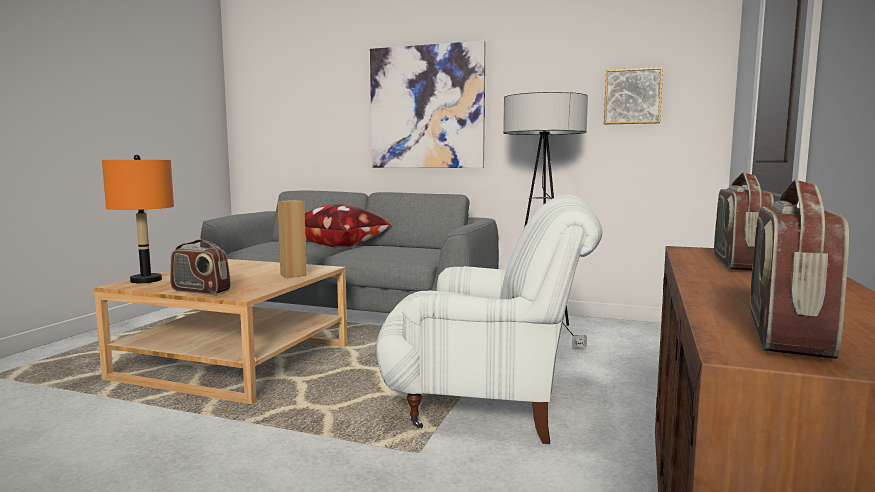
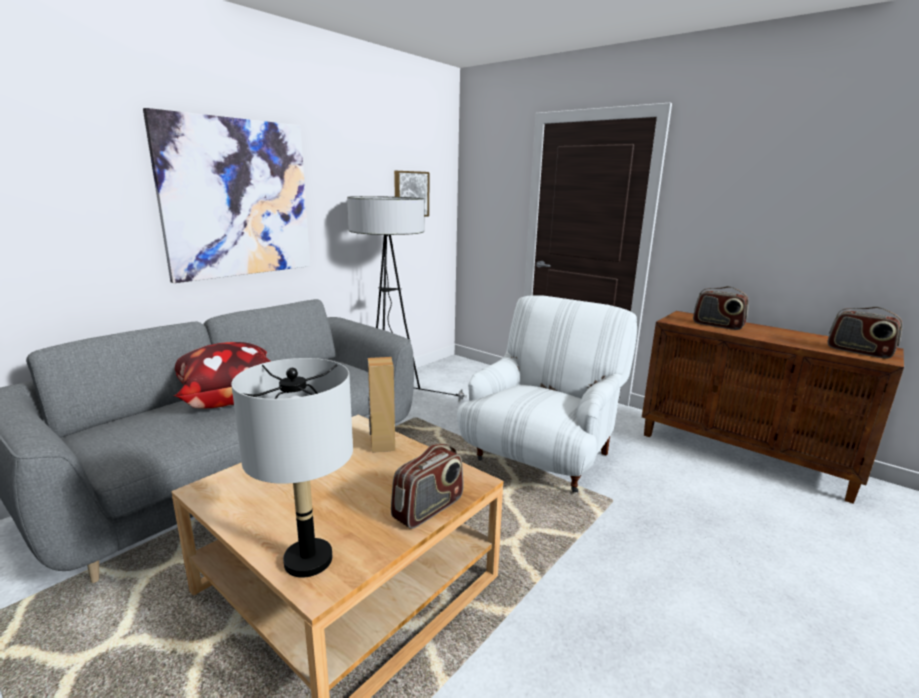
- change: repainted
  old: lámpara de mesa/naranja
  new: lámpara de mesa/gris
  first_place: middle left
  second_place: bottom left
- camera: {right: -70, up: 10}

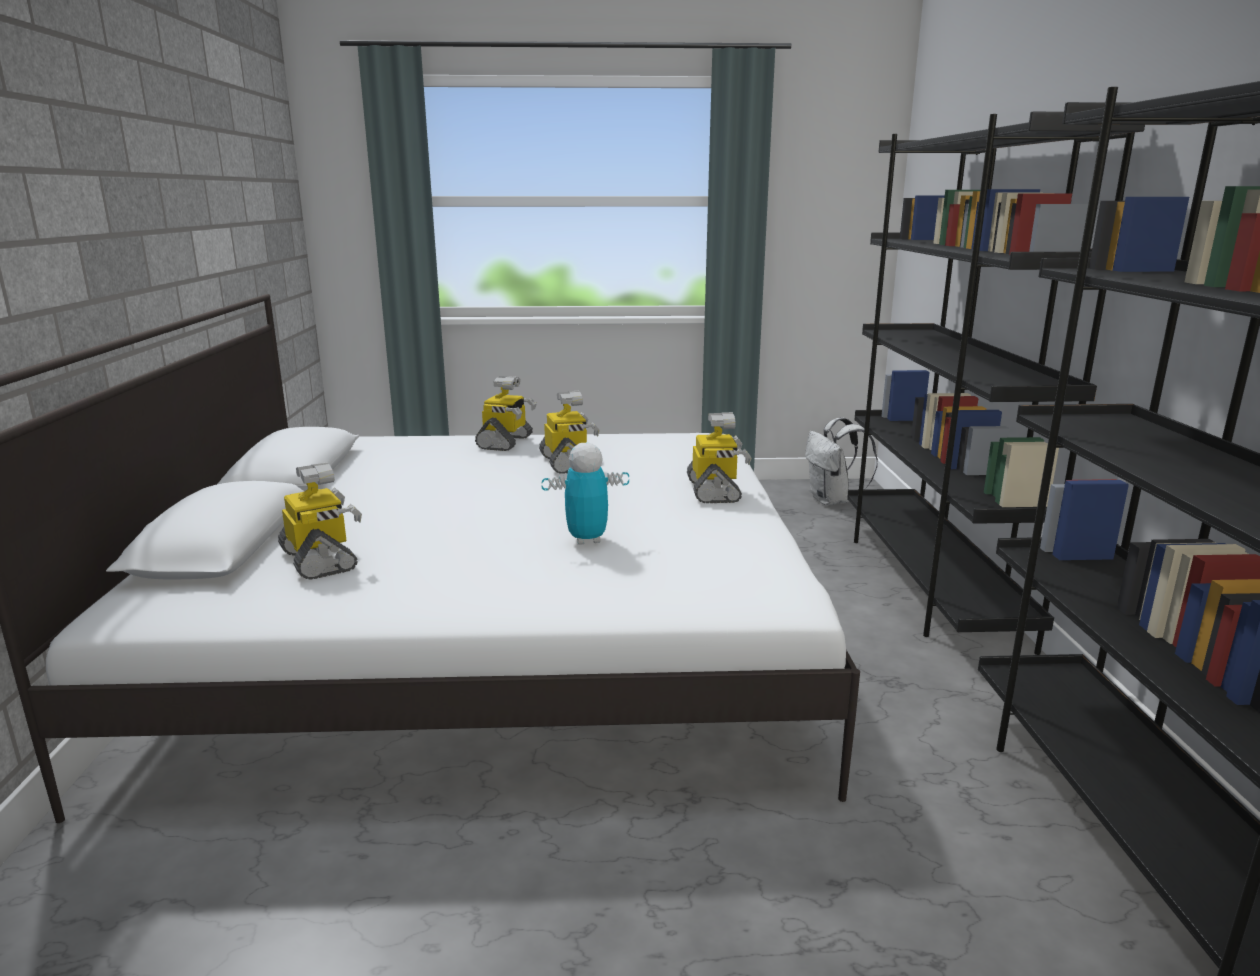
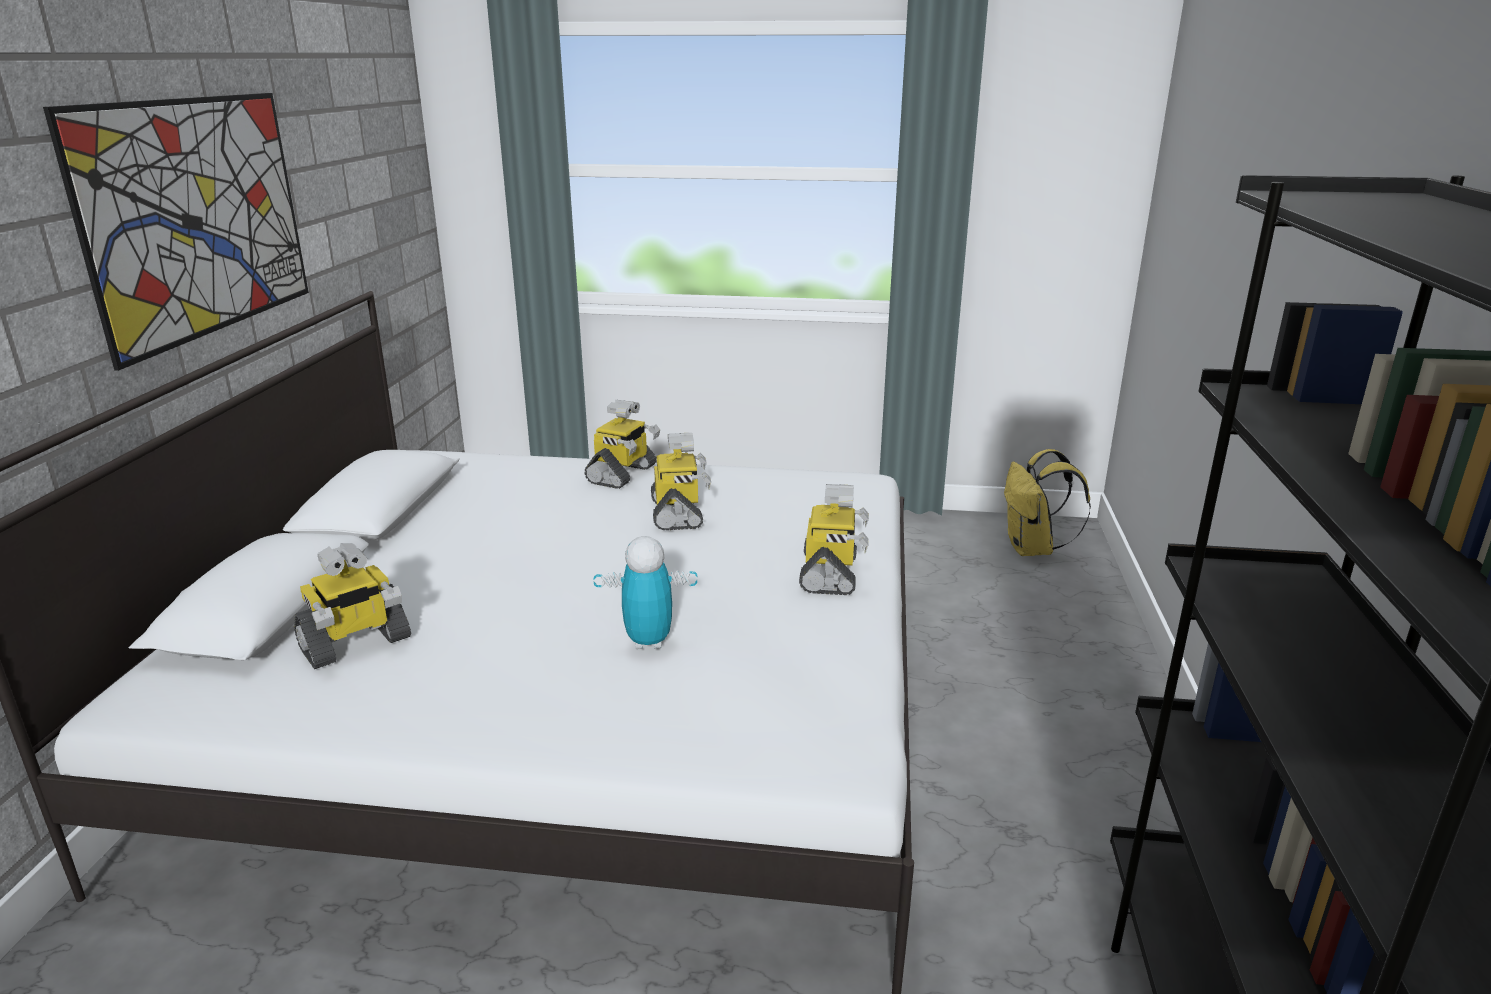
- change: gone
  old: estantería/negro (no. 1 from left)
  first_place: middle right
- change: repainted
  old: mochila/blanco
  new: mochila/amarillo
  first_place: middle right
  second_place: middle right
- change: rotated
  old: robot de juguete (no. 1 from left)
  first_place: middle left
  second_place: middle left
  degrees: 75
- change: new
  new: cuadro
  second_place: top left
- camera: {right: 10, up: 5}

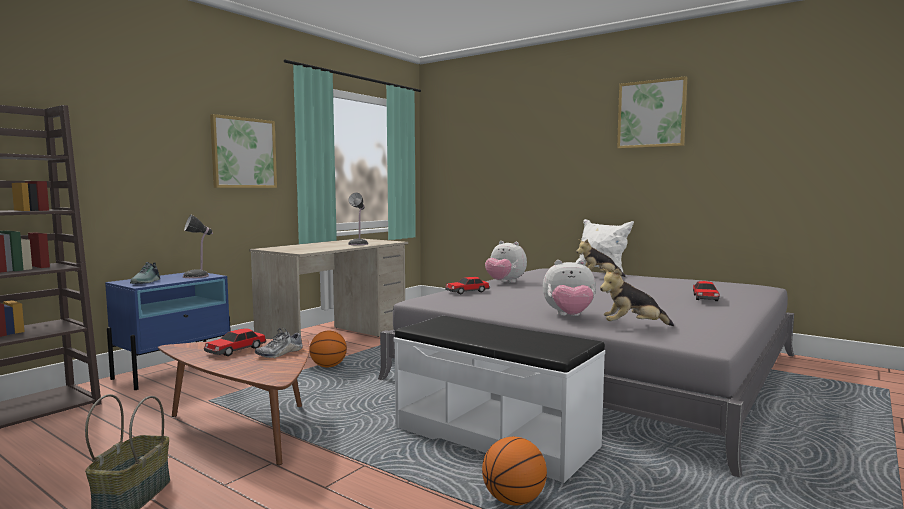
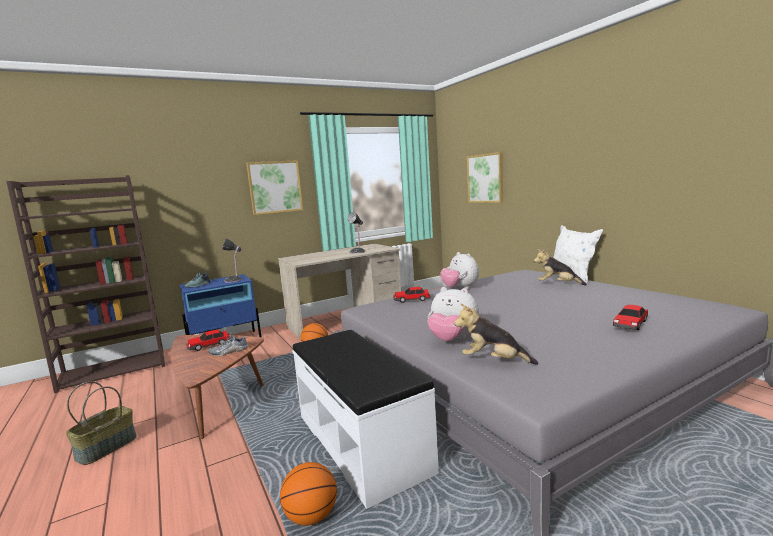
- change: shifted
  old: cuadro (no. 2 from left)
  first_place: top right
  second_place: top centre
- camera: {right: 25, up: 5}

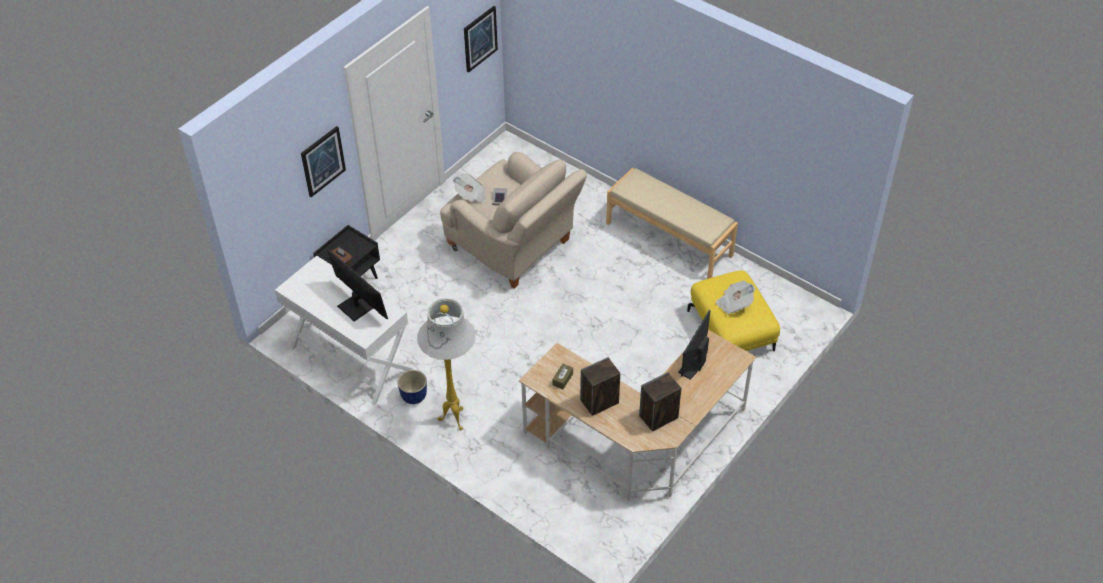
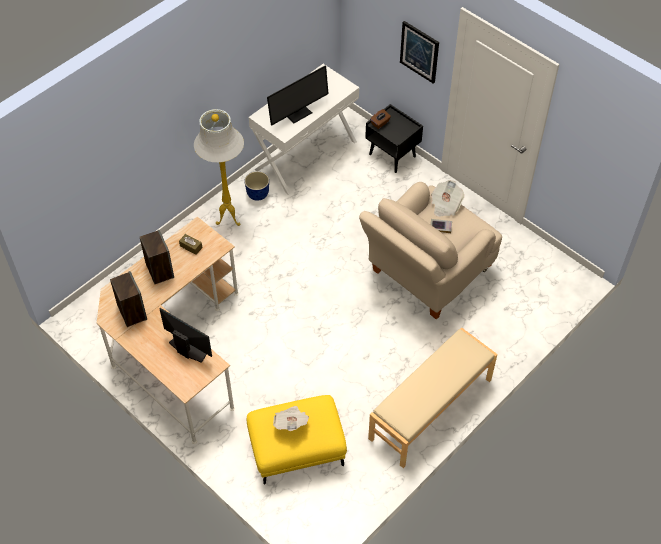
- change: gone
  old: cuadro (no. 2 from left)
  first_place: top centre
- camera: {right: 95, up: 5}

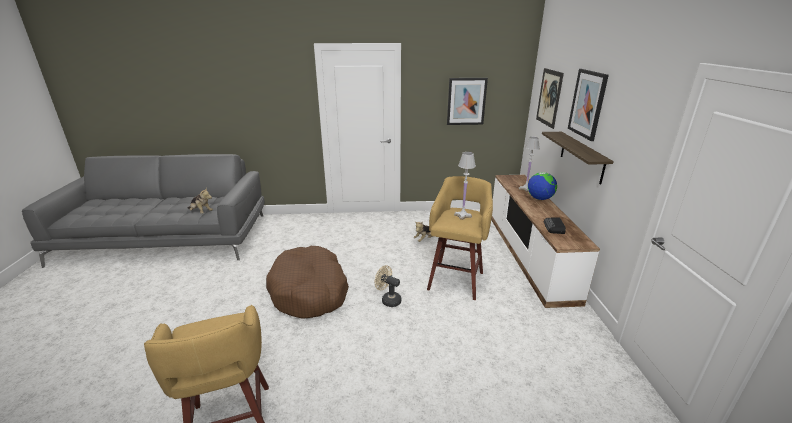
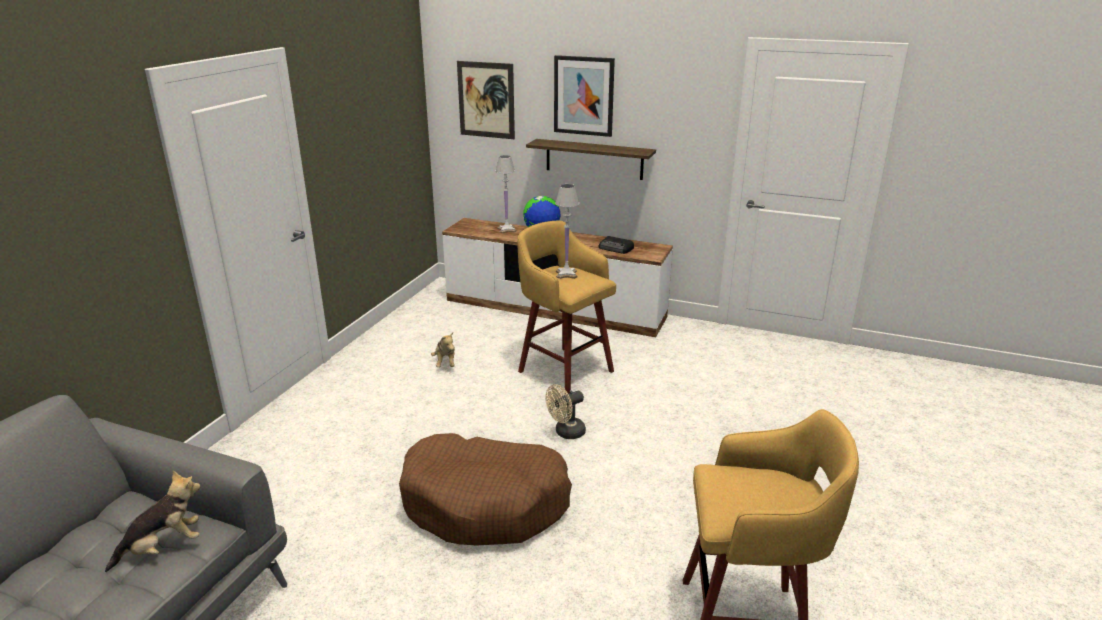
- change: gone
  old: cuadro (no. 1 from left)
  first_place: top centre
- camera: {right: -65, up: 0}

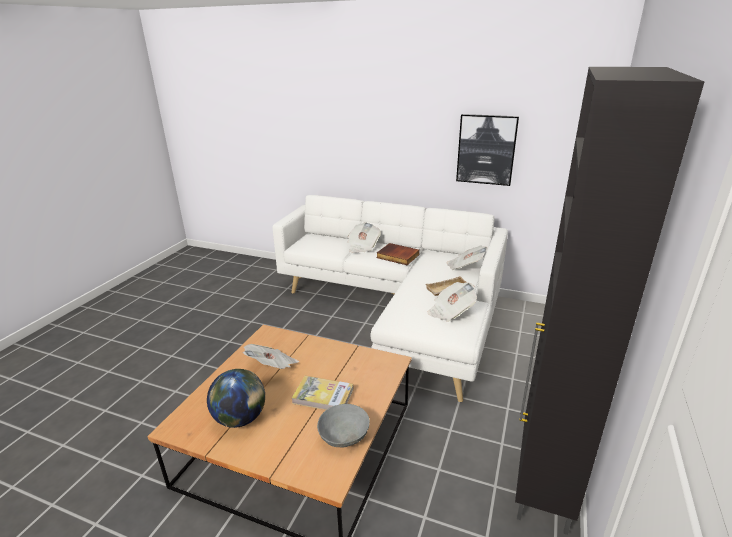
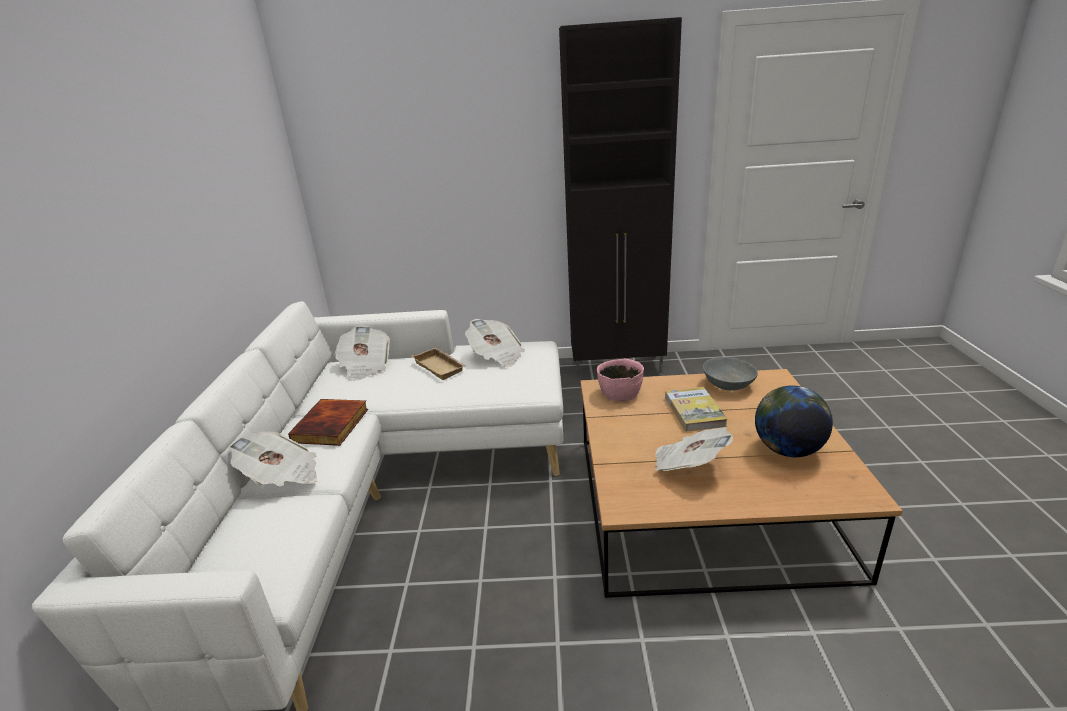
- change: gone
  old: cuadro
  first_place: top centre
- change: new
  new: cuenco/rosa
  second_place: centre
- camera: {right: -110, up: 0}

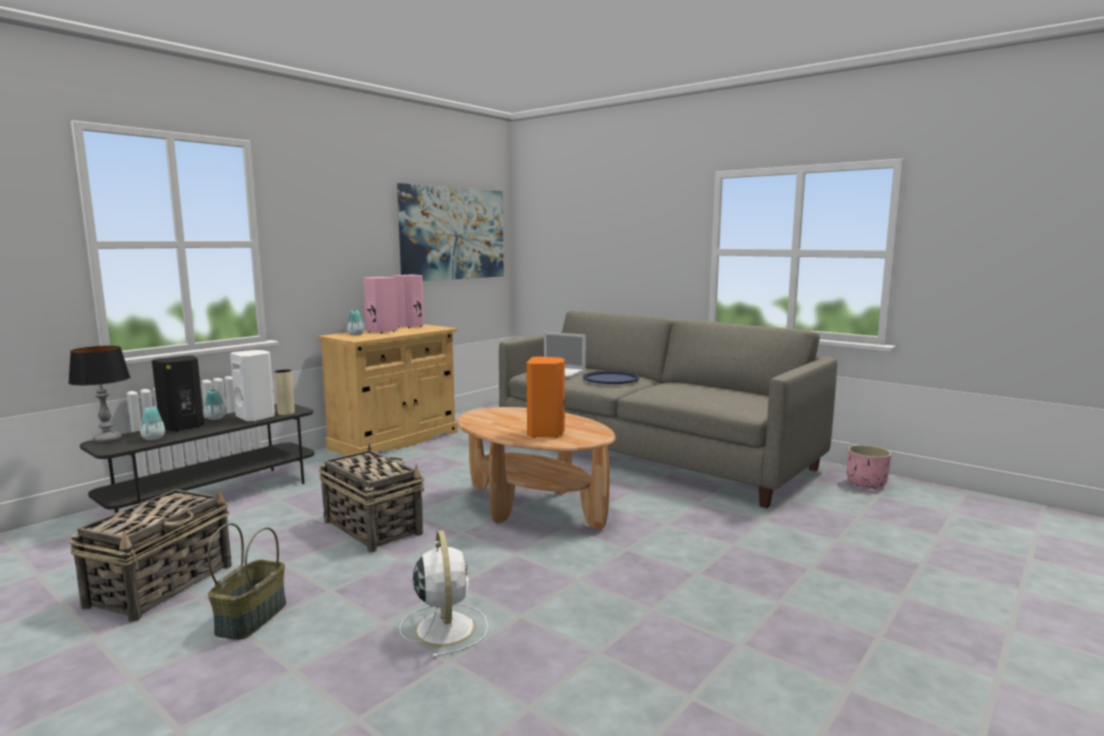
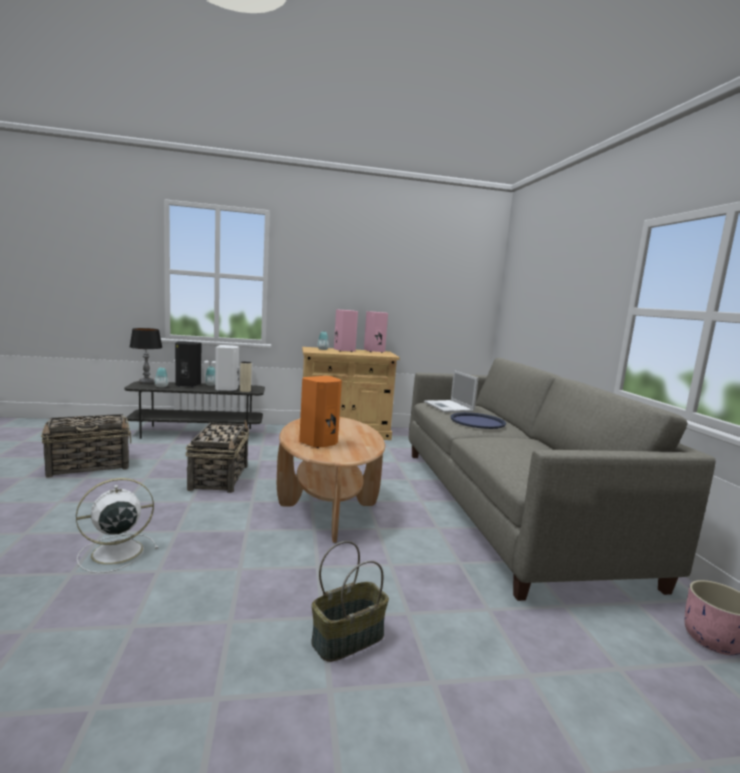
- change: gone
  old: cuadro
  first_place: top centre
- change: shifted
  old: cesta (no. 2 from left in the first image)
  new: cesta (no. 3 from left)
  first_place: bottom left
  second_place: bottom centre
- change: rotated
  old: ventilador/blanco
  first_place: bottom centre
  second_place: bottom left
  degrees: -150
- camera: {right: 40, up: 0}

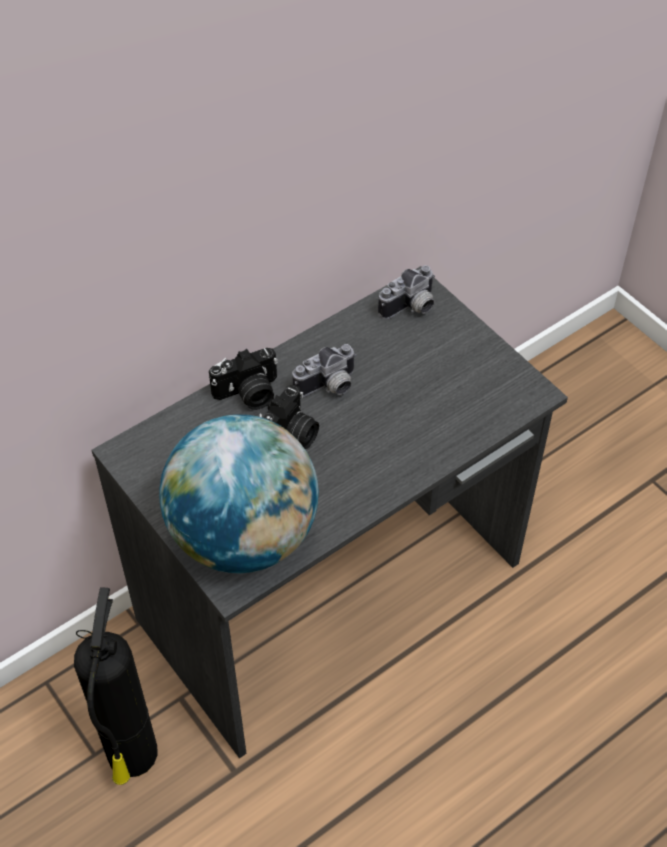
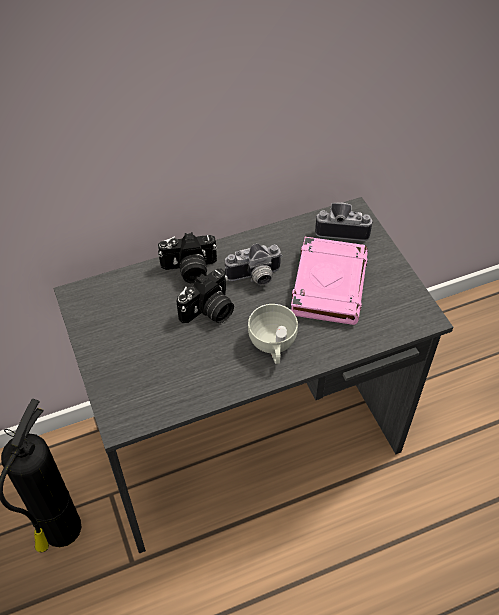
- change: rotated
  old: cámara (no. 4 from left)
  first_place: centre
  second_place: middle right
  degrees: -150
- change: gone
  old: globo terráqueo
  first_place: centre
- change: new
  new: libro/rosa
  second_place: centre
- change: new
  new: taza/blanco
  second_place: centre
- camera: {right: 15, up: 0}

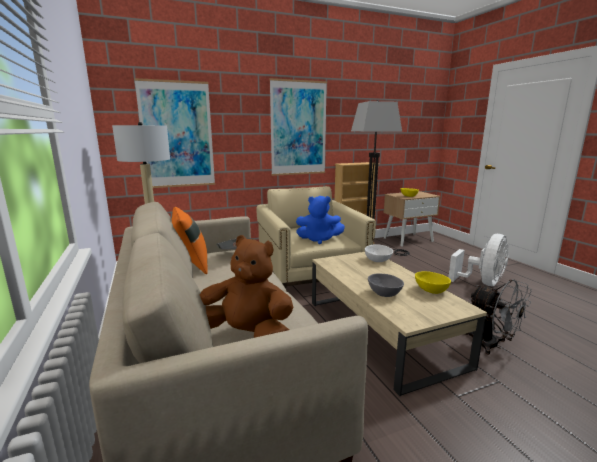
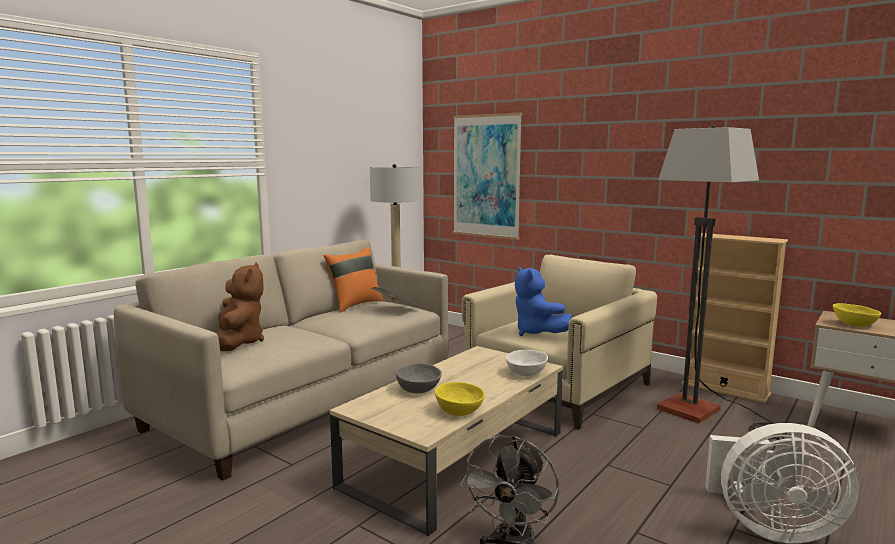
- change: gone
  old: cuadro (no. 2 from left)
  first_place: top centre
- camera: {right: 60, up: -5}

